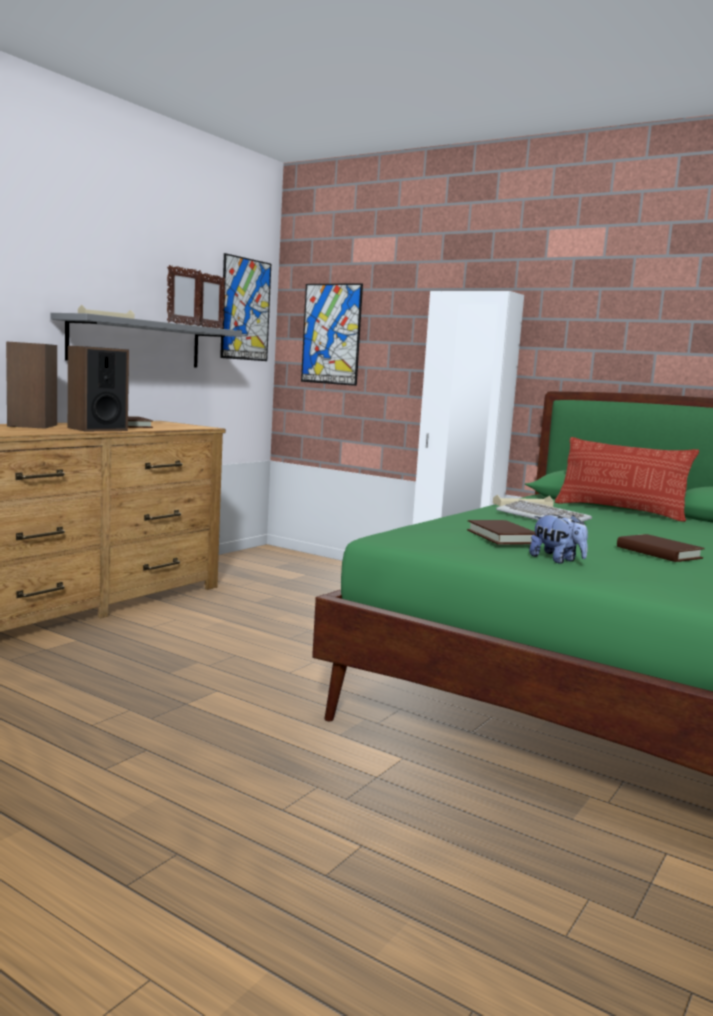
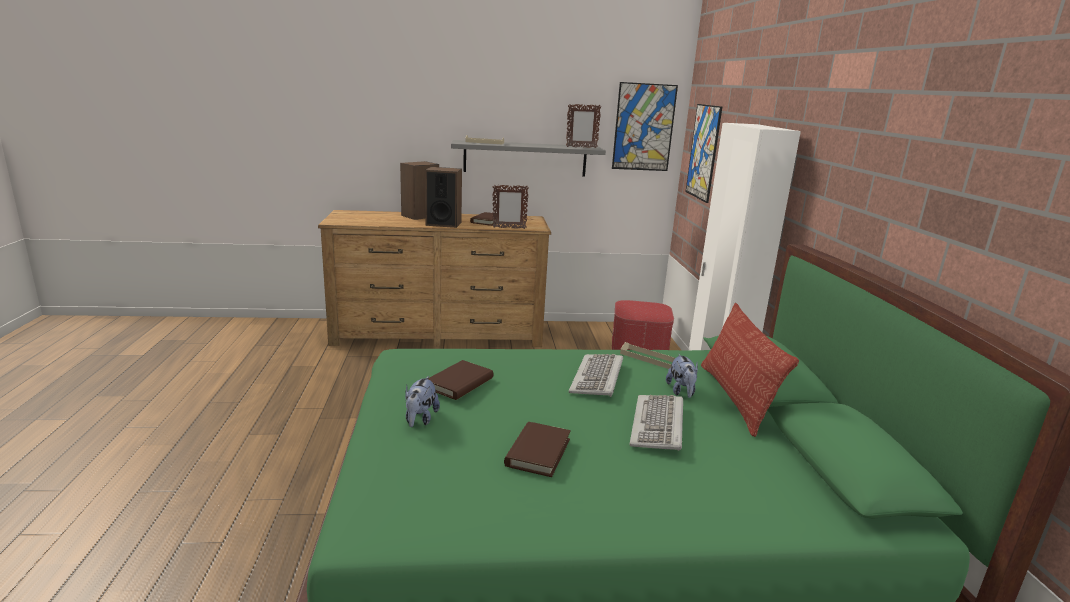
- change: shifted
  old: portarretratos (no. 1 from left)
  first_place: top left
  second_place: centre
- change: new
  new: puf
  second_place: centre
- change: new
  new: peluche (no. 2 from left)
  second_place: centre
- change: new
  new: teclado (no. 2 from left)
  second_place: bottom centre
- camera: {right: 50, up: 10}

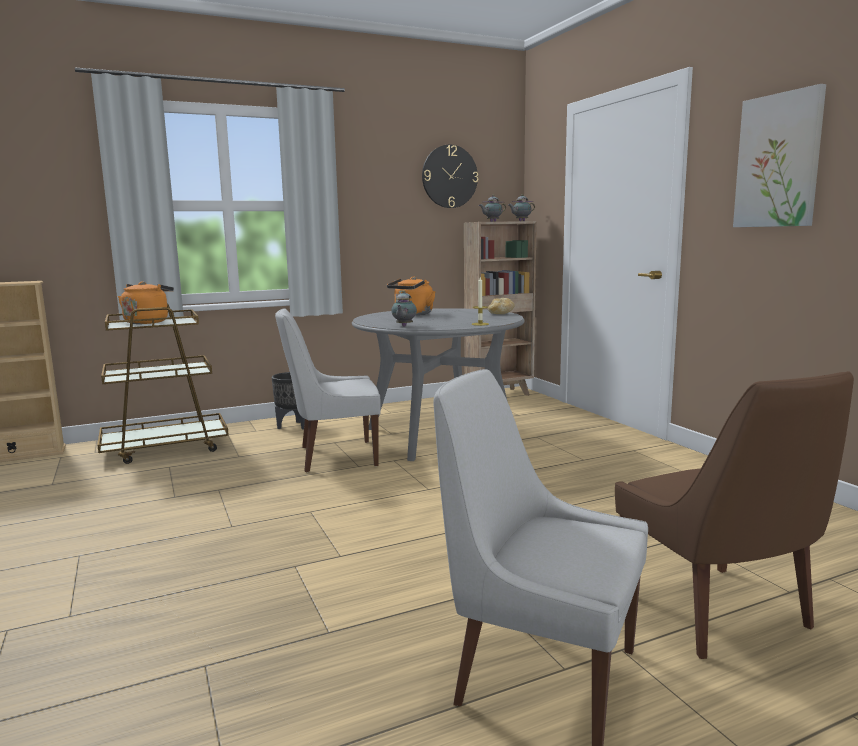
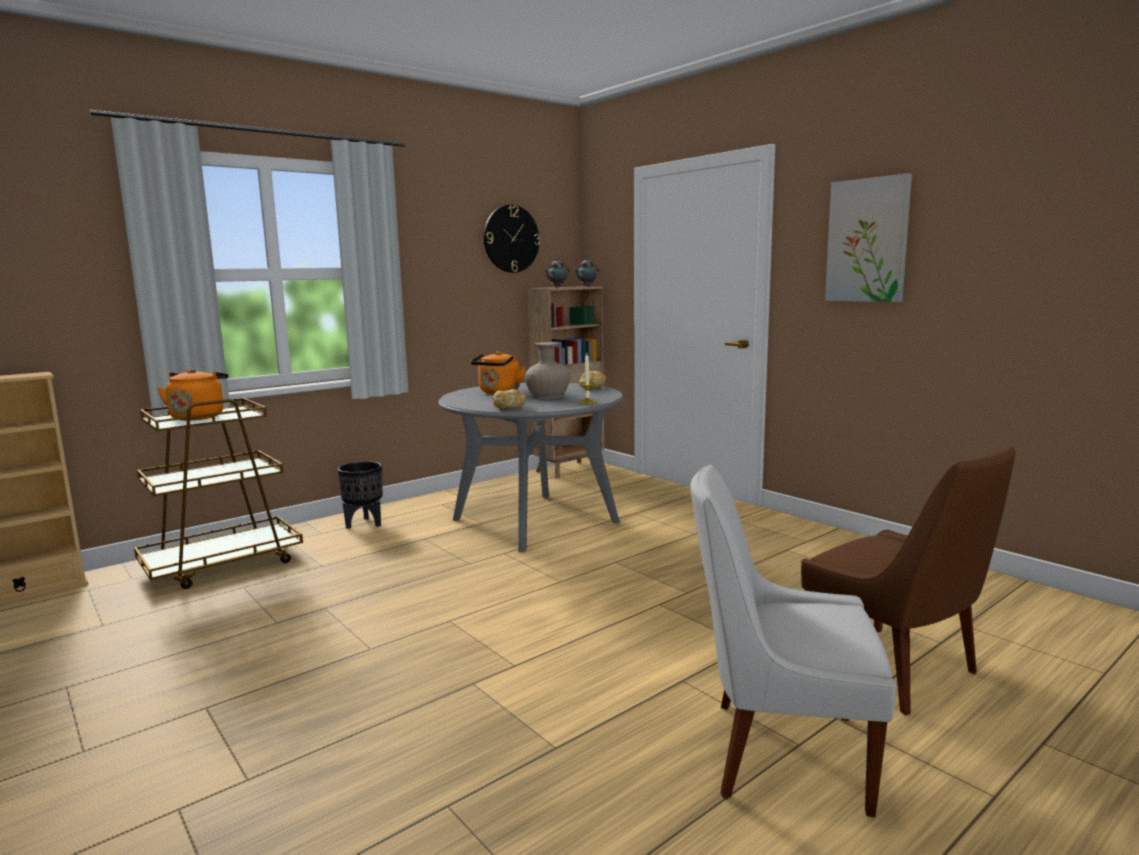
- change: swapped
  old: tetera (no. 1 from left)
  new: pan (no. 1 from left)
  first_place: centre
  second_place: centre
- change: gone
  old: silla/blanco (no. 1 from left)
  first_place: centre
- change: new
  new: florero/beis
  second_place: centre
- camera: {right: -15, up: 0}

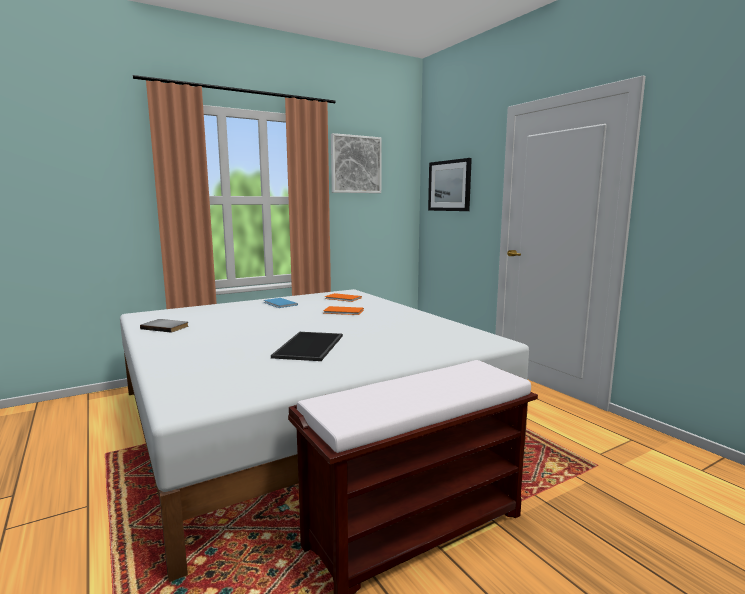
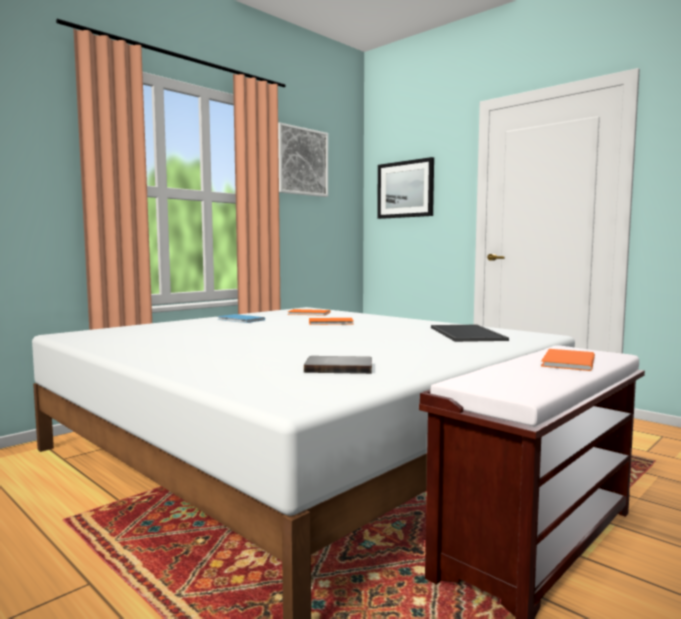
- change: shifted
  old: libro/gris
  first_place: middle left
  second_place: centre
- change: shifted
  old: bandeja
  first_place: centre
  second_place: middle right
- change: new
  new: libro/naranja (no. 3 from left)
  second_place: middle right
- camera: {right: -15, up: -5}

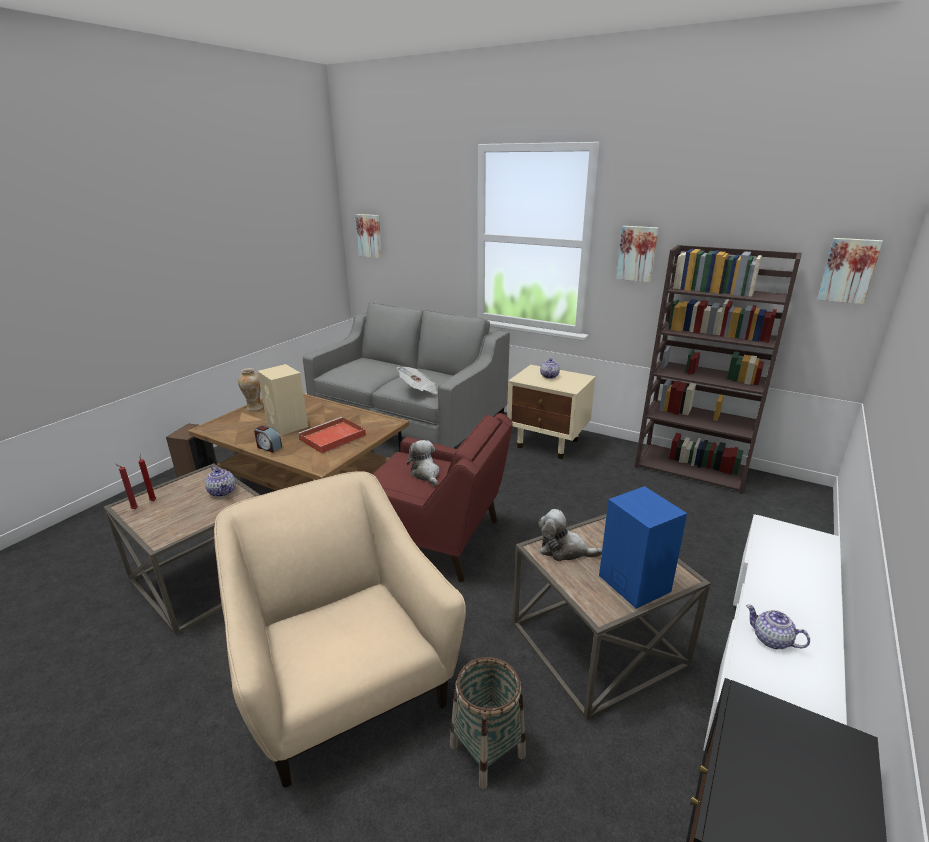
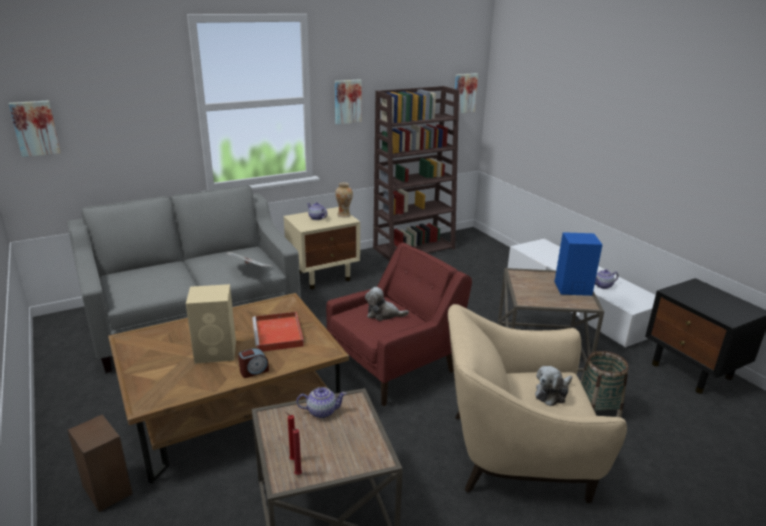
- change: shifted
  old: florero
  first_place: middle left
  second_place: centre
- change: shifted
  old: peluche (no. 2 from left)
  first_place: centre
  second_place: bottom right
- camera: {right: -60, up: 0}

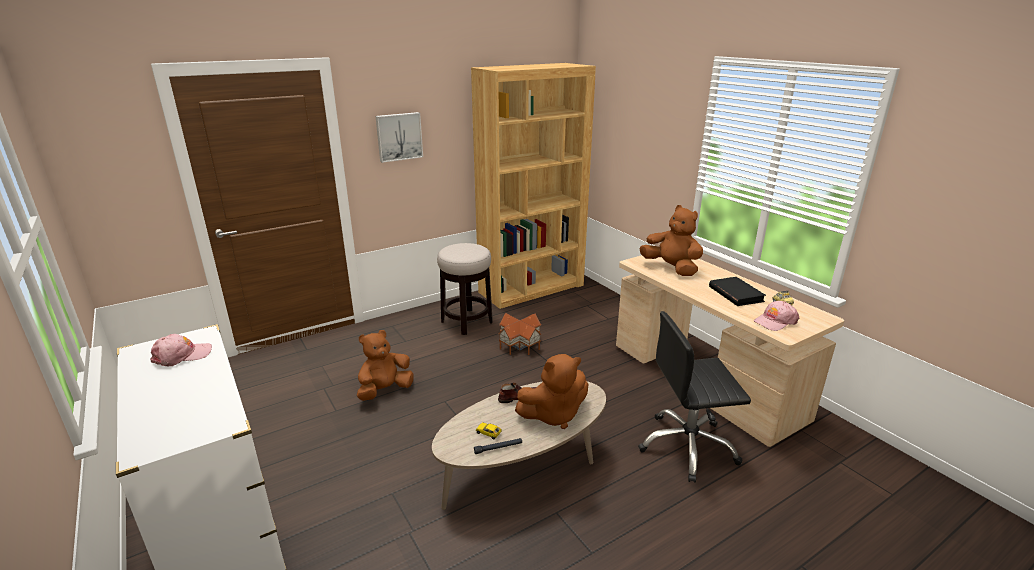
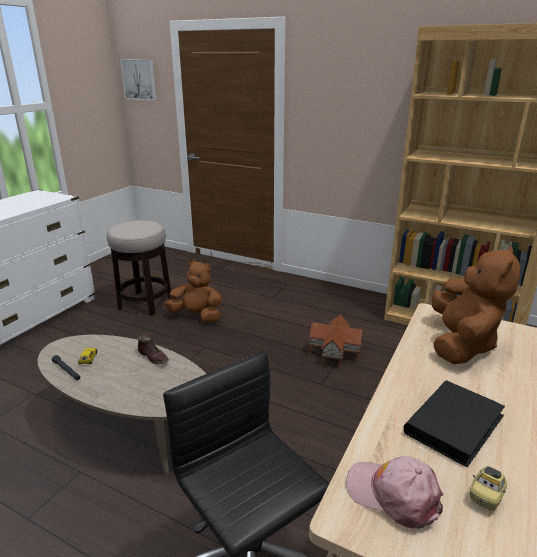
- change: shifted
  old: cuadro
  first_place: top centre
  second_place: top left
- change: shifted
  old: taburete
  first_place: centre
  second_place: middle left
- change: gone
  old: gorra/rosa (no. 1 from left)
  first_place: middle left
- change: gone
  old: peluche/marrón (no. 2 from left)
  first_place: bottom centre
- camera: {right: 60, up: 0}

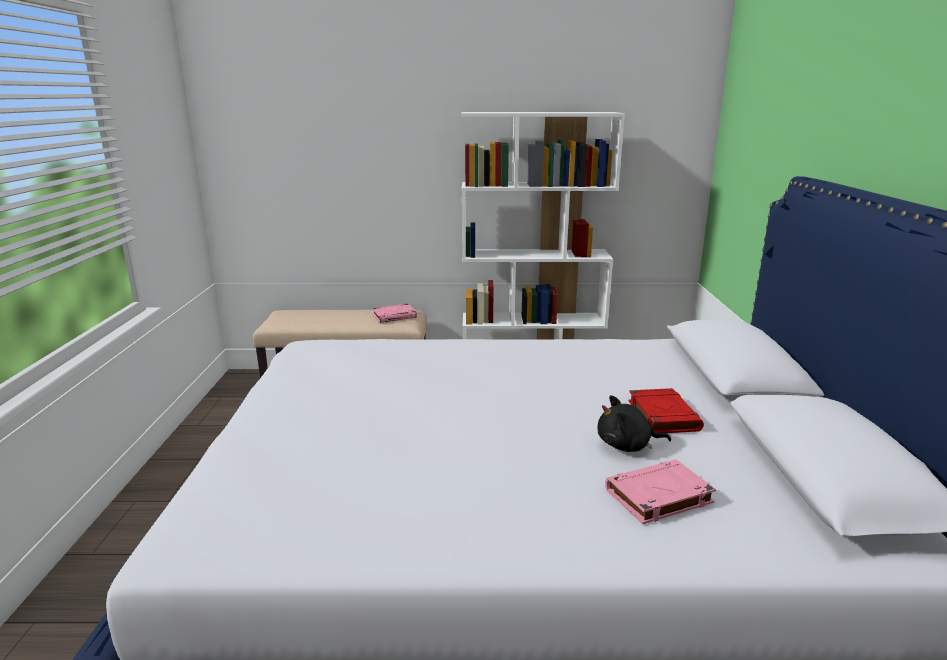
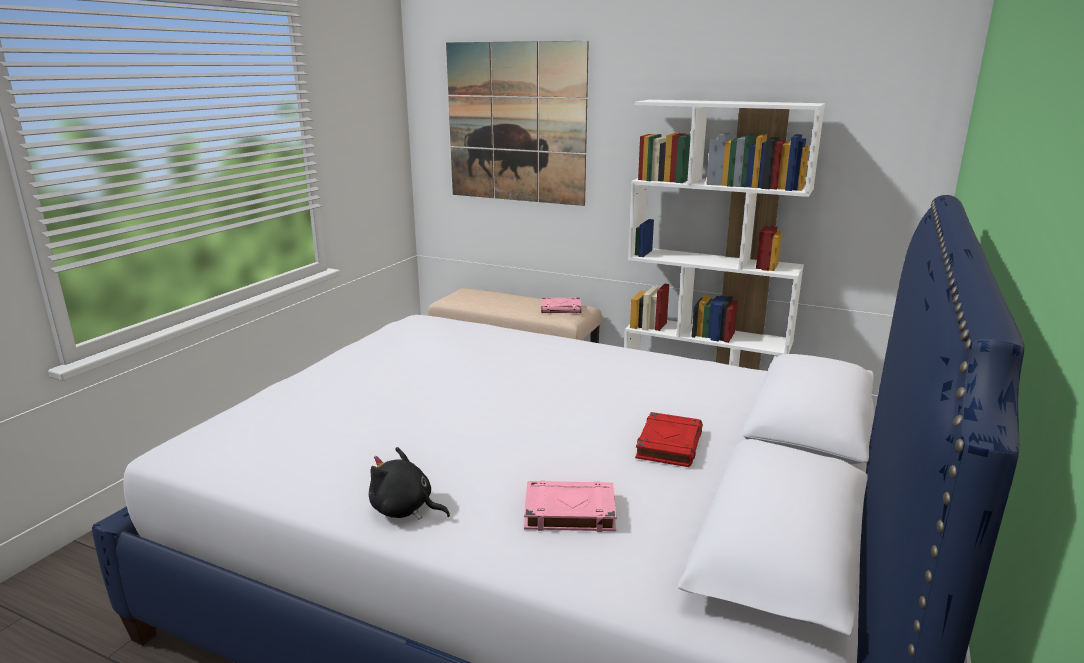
- change: shifted
  old: peluche/negro
  first_place: middle right
  second_place: bottom centre
- change: new
  new: cuadro
  second_place: top centre
- camera: {right: 25, up: 0}

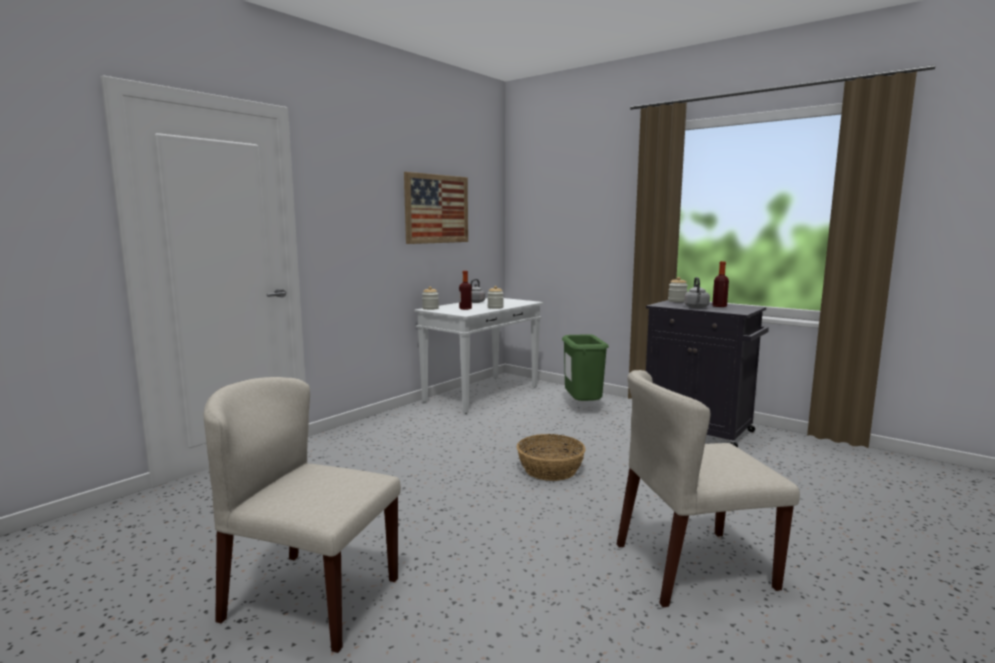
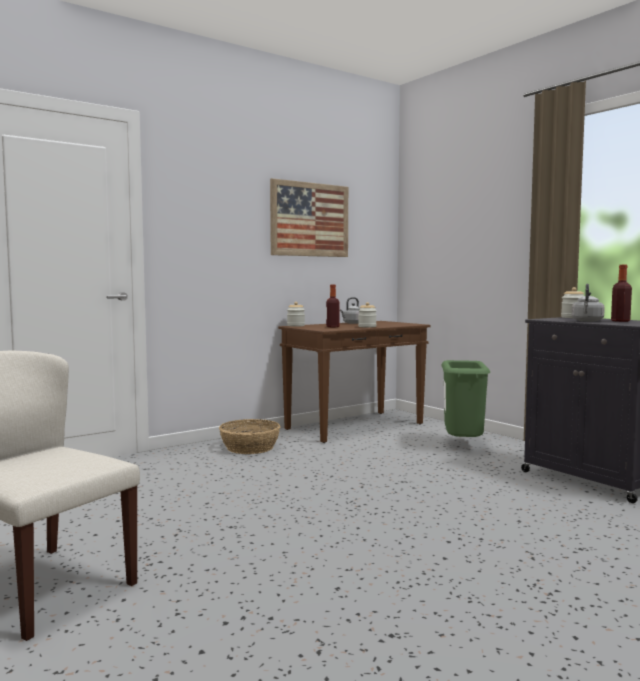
- change: repainted
  old: mesa consola/blanco
  new: mesa consola/marrón
  first_place: centre
  second_place: centre
- change: gone
  old: silla/beis (no. 2 from left)
  first_place: bottom right
- change: shifted
  old: cesta
  first_place: bottom centre
  second_place: centre
- camera: {right: 15, up: -5}

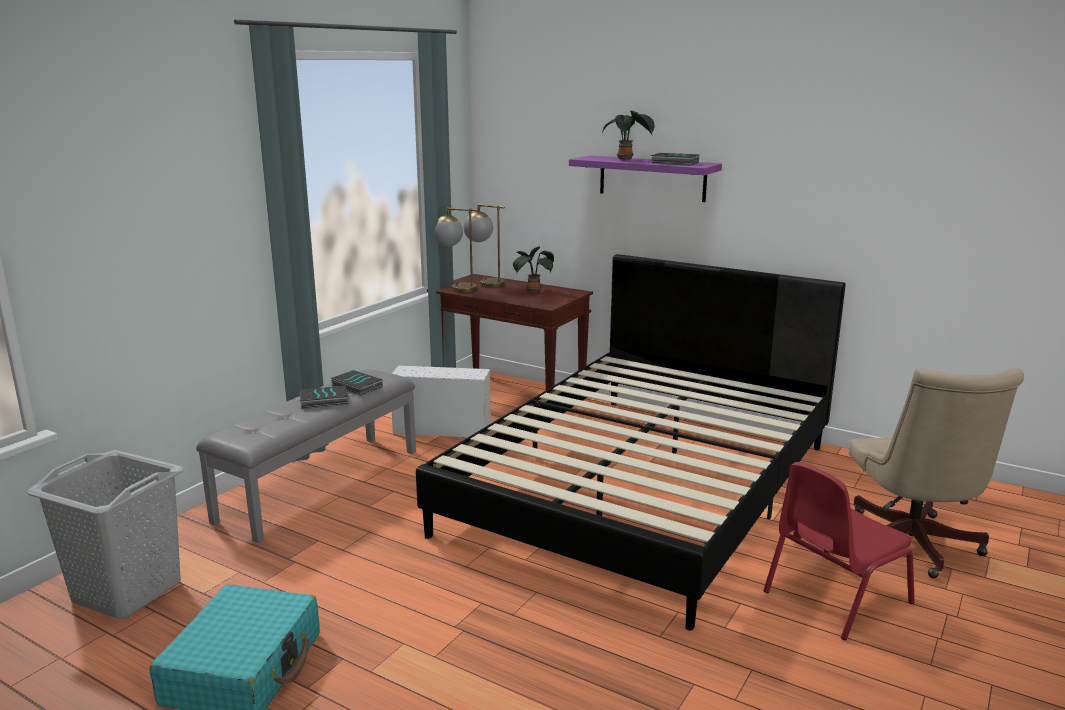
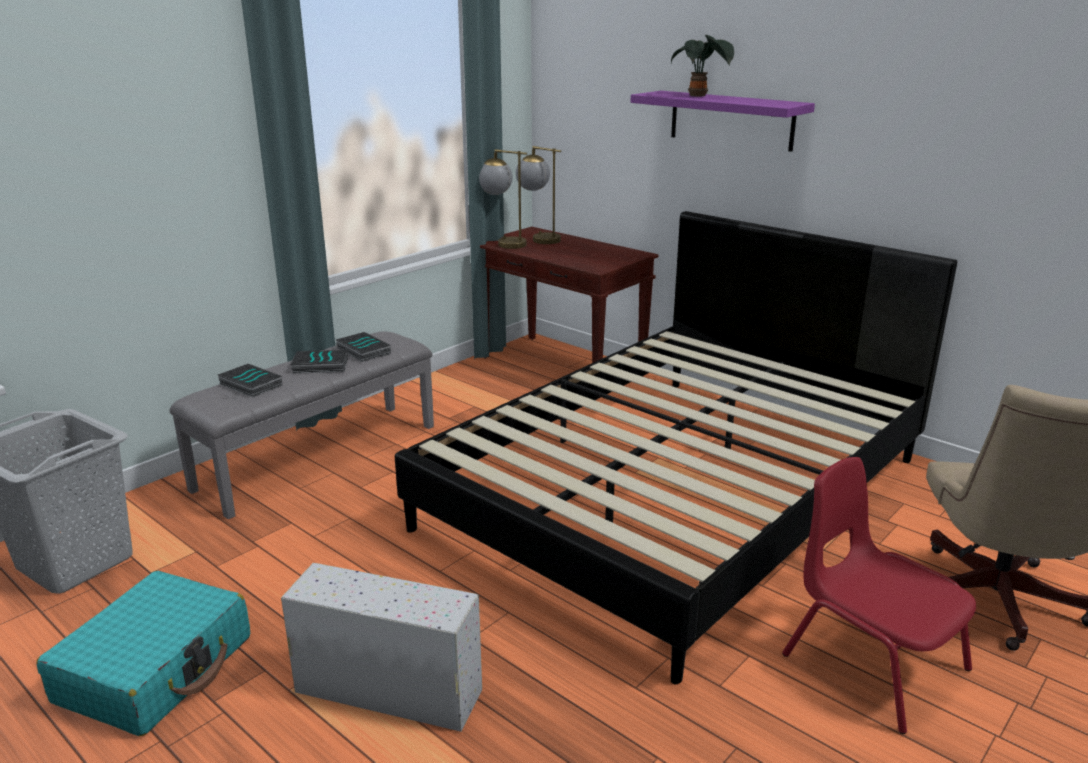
- change: shifted
  old: libro (no. 3 from left in the first image)
  new: libro (no. 1 from left)
  first_place: top centre
  second_place: middle left
- change: gone
  old: planta en maceta (no. 1 from left)
  first_place: centre
- change: shifted
  old: caja de almacenaje/blanco
  first_place: centre
  second_place: bottom centre
- change: rotated
  old: silla/rojo
  first_place: bottom right
  second_place: bottom right
  degrees: 75
- camera: {right: 10, up: 5}

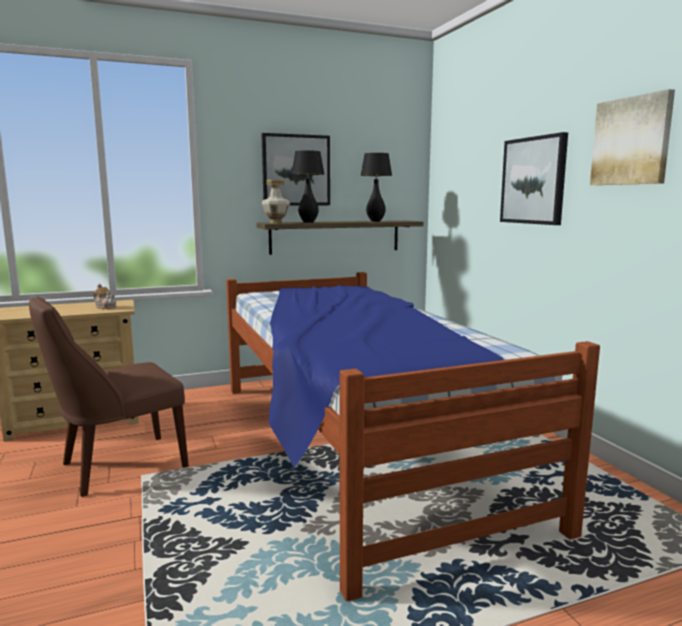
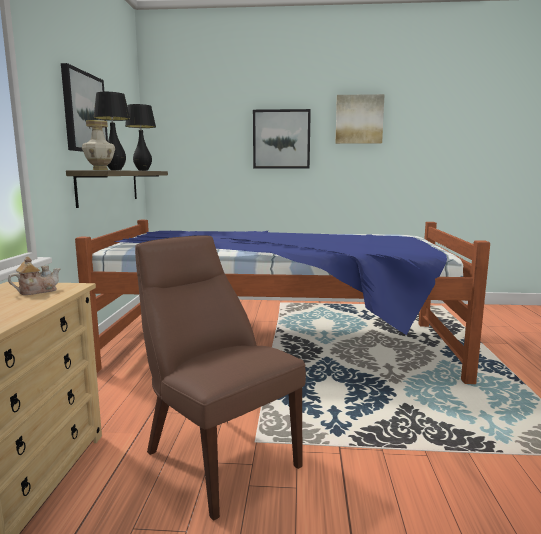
- change: rotated
  old: silla/marrón
  first_place: middle left
  second_place: bottom centre
  degrees: 150
- camera: {right: -65, up: 0}

